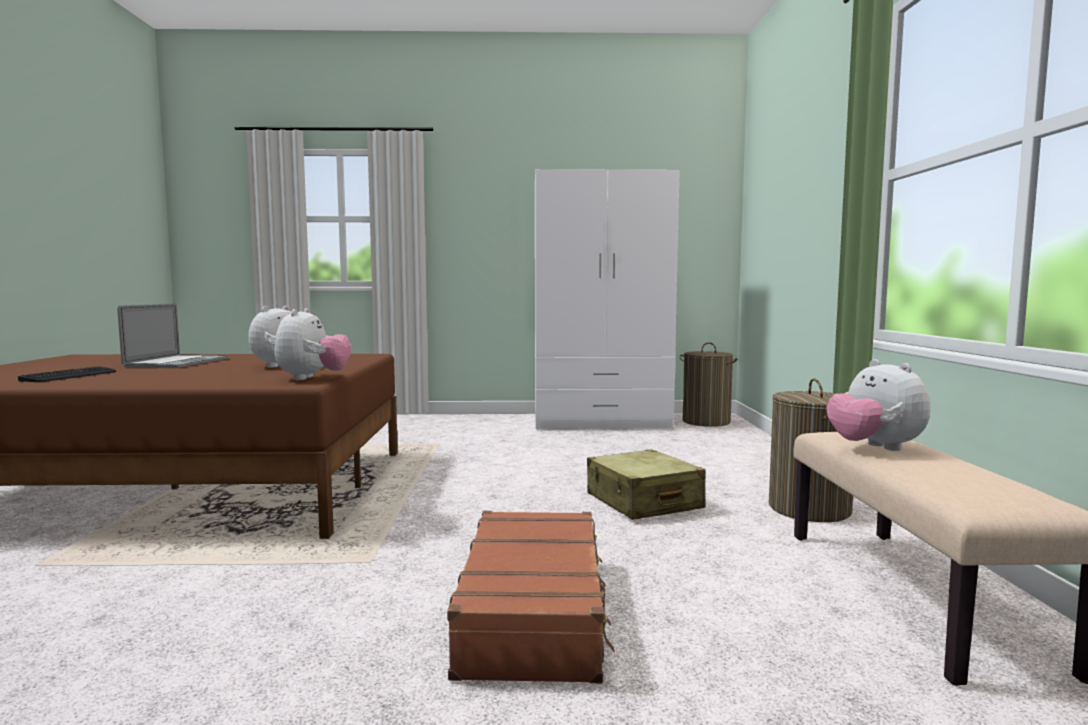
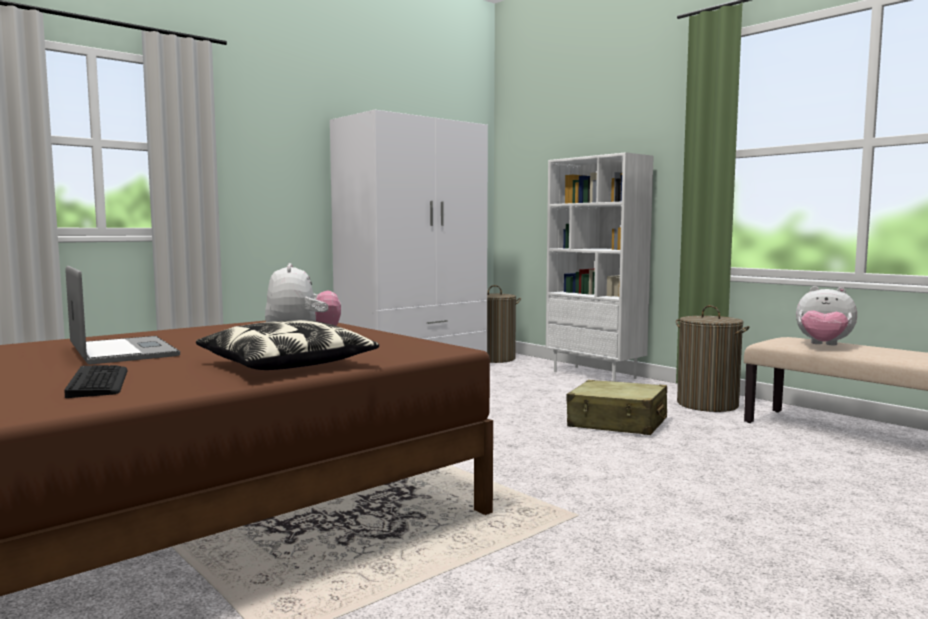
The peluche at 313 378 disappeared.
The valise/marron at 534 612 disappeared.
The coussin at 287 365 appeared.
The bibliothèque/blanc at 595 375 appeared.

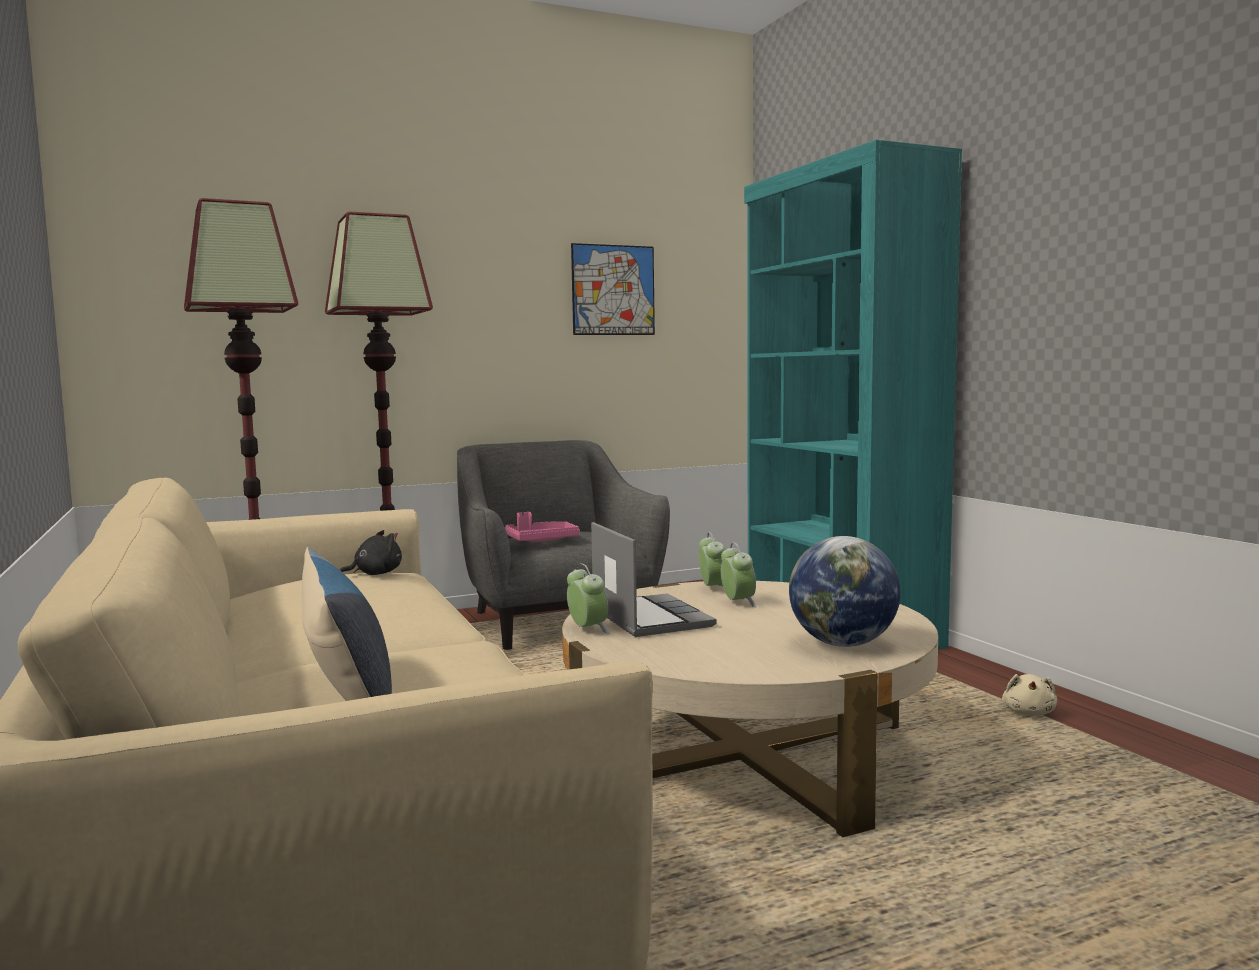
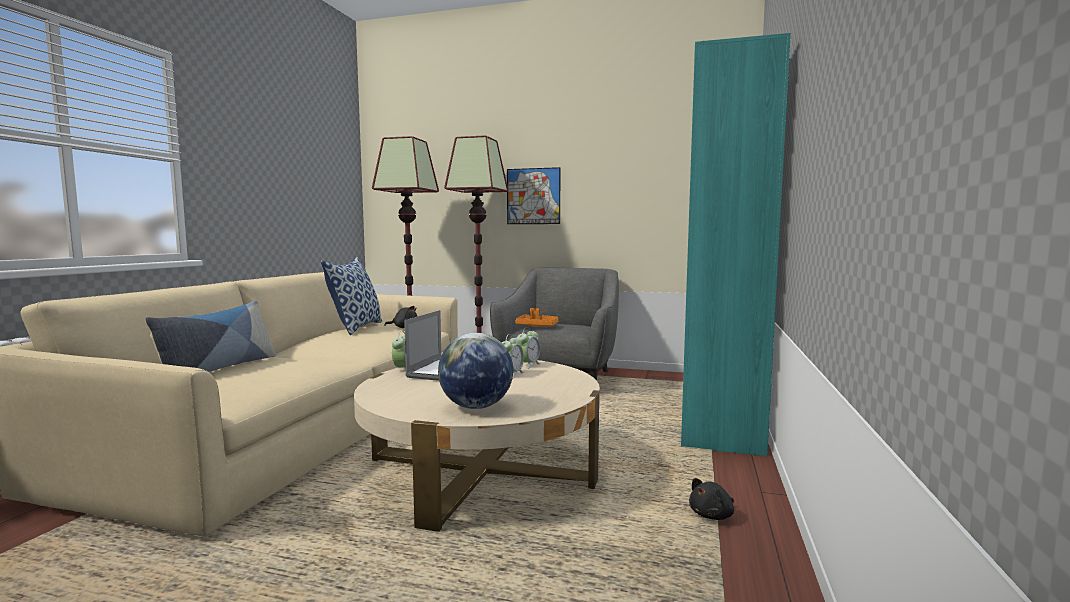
The coussin at 355 328 appeared.
The tableau moved from 613 290 to 533 196.
The plateau/rose at 541 540 became the plateau/orange at 537 326.
The peluche/beige at 1029 713 became the peluche/noir at 712 515.

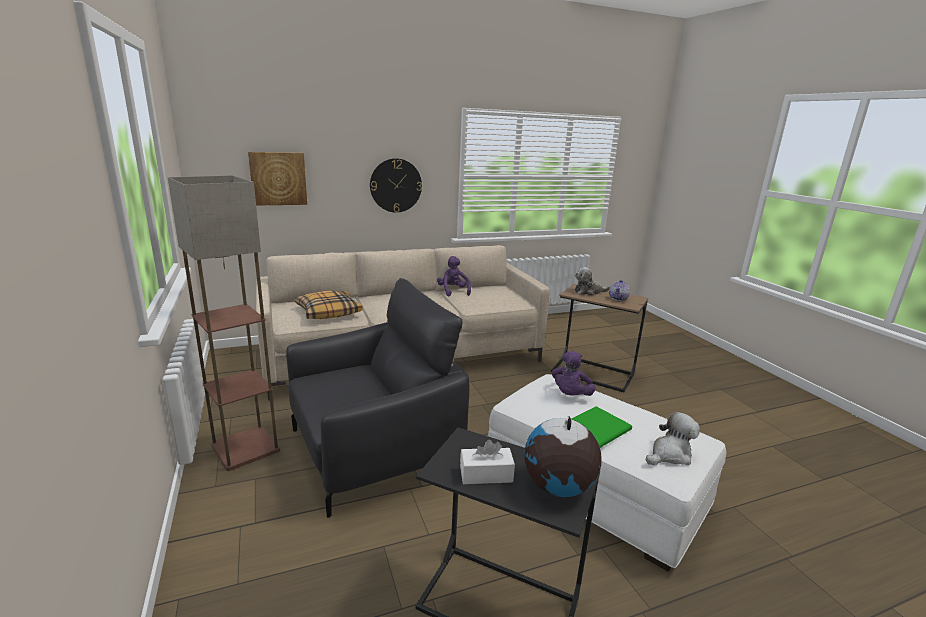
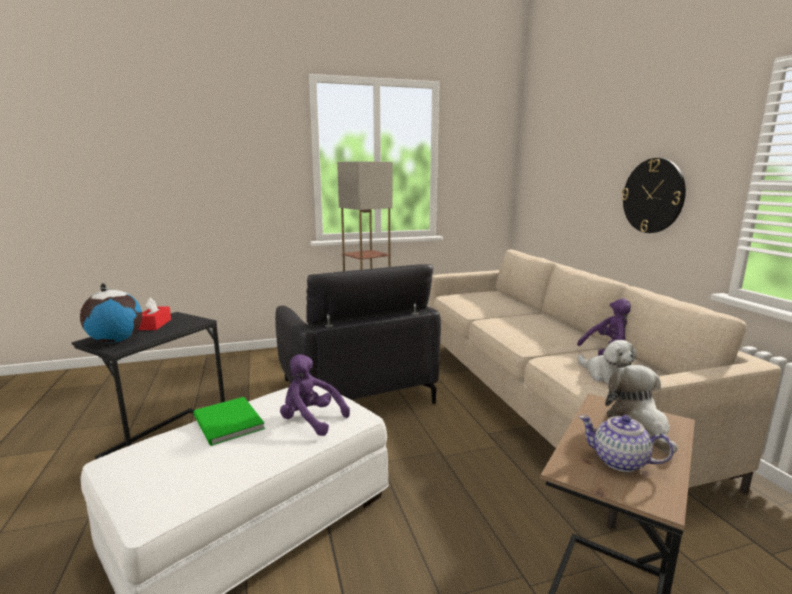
The tableau at 278 178 disappeared.
The coussin at 328 312 disappeared.
The peluche moved from 669 454 to 605 375.
The boîte à mouchoirs/blanc at 486 474 became the boîte à mouchoirs/rouge at 155 324.

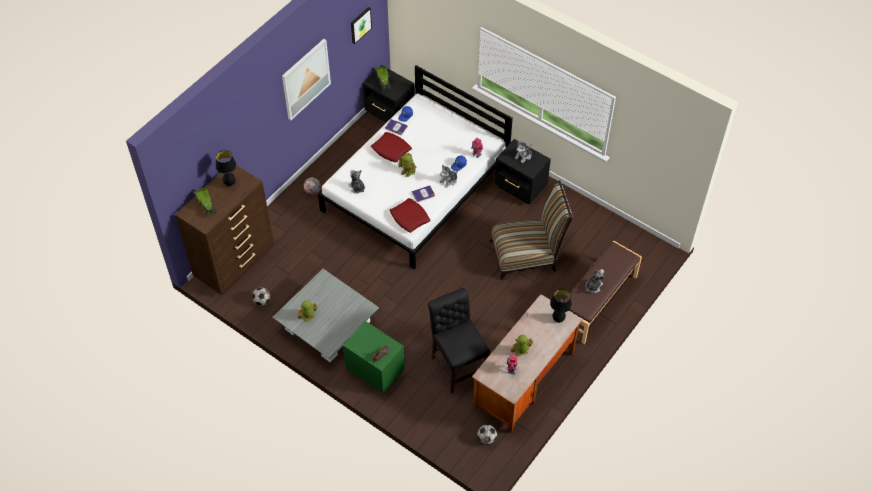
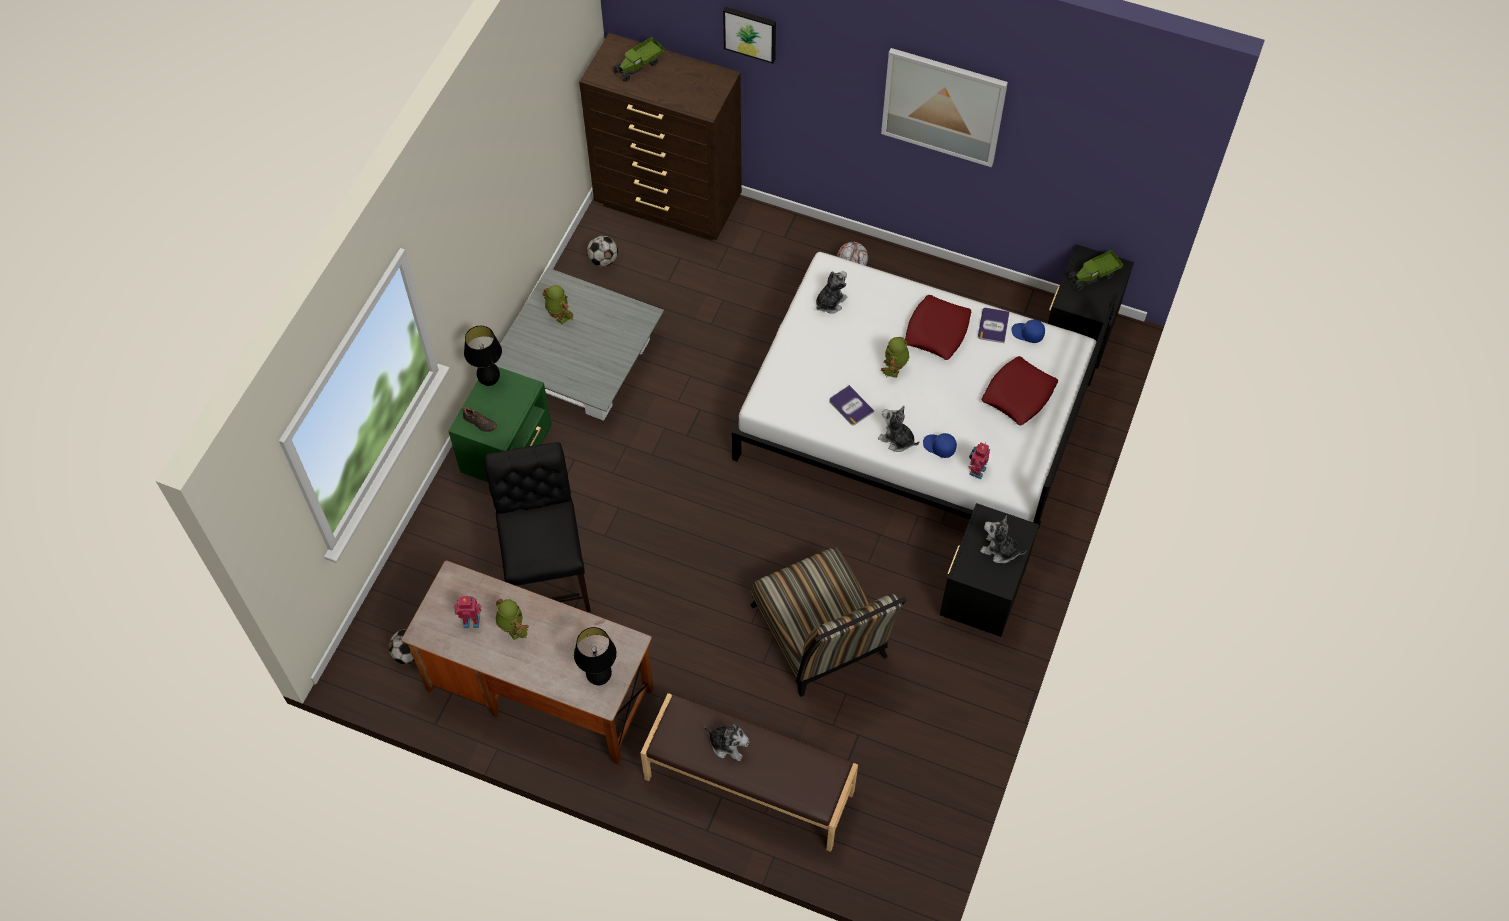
The lampe de table/noir moved from 230 184 to 490 381.
The tableau moved from 360 25 to 750 33.
The coussin/rouge moved from 410 218 to 1018 395.
The chaise/noir at 457 365 turned 60 degrees counterclockwise.

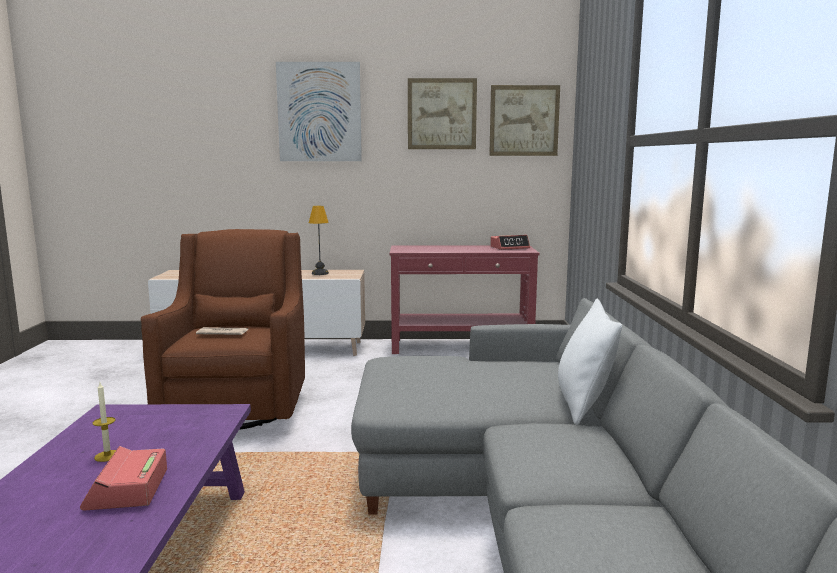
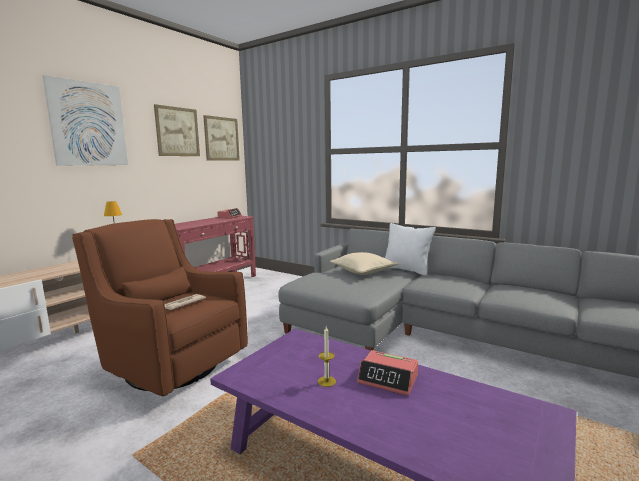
The coussin/beige at 363 271 appeared.

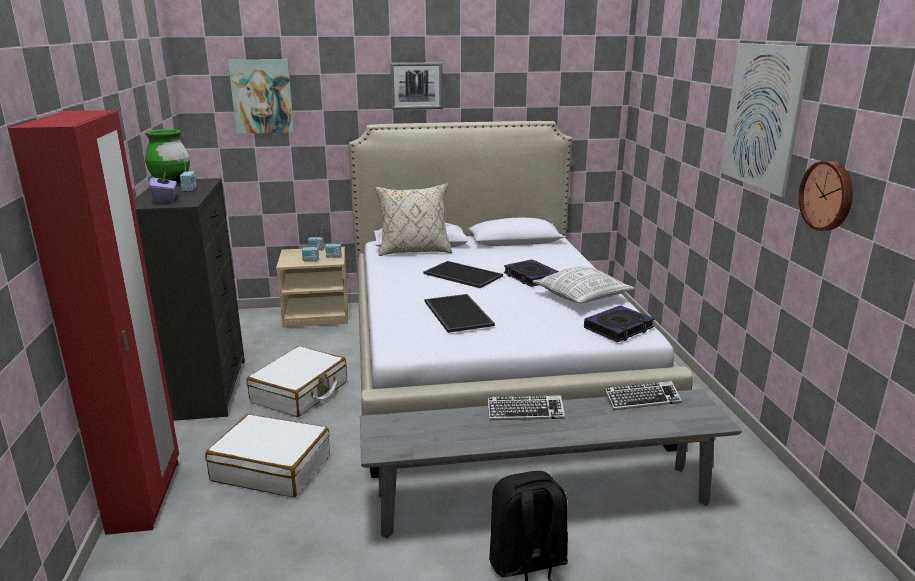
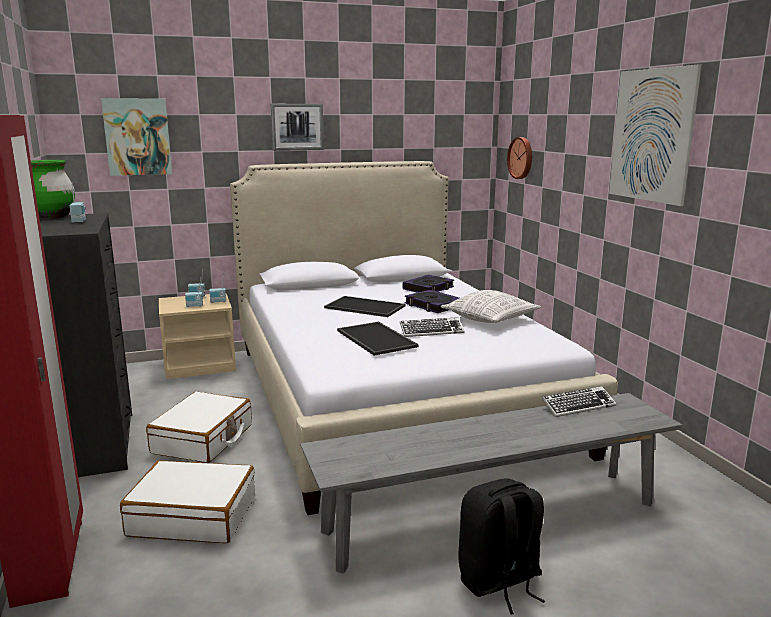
The boîte à mouchoirs/violet at 165 199 disappeared.
The coussin/beige at 414 251 disappeared.
The clavier moved from 525 412 to 431 331.
The livre moved from 619 328 to 428 288.
The horloge murale moved from 828 195 to 521 158.

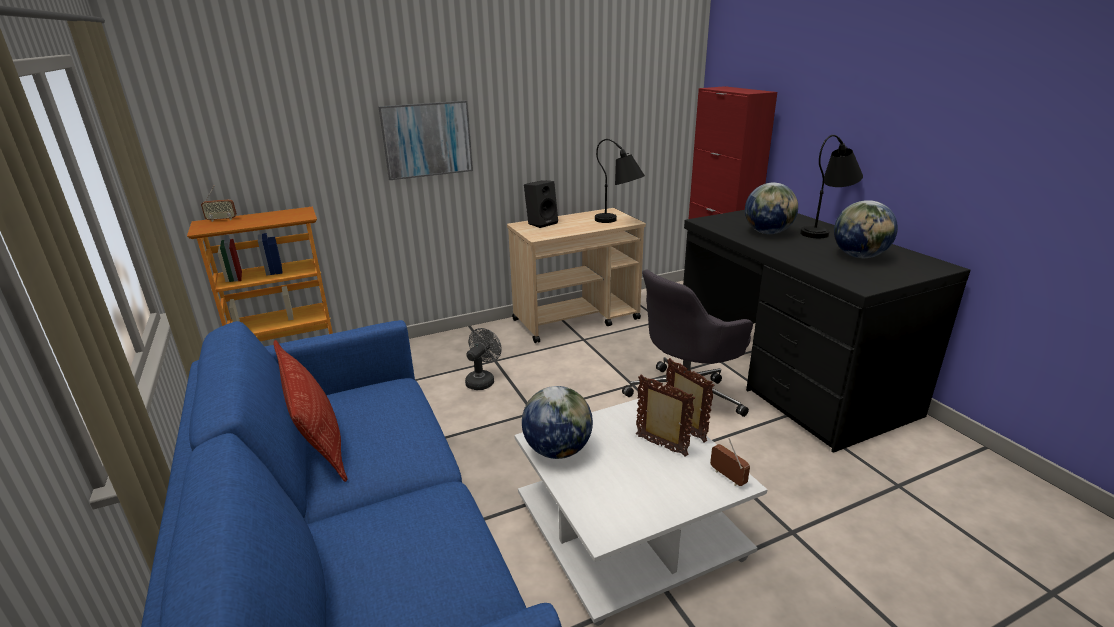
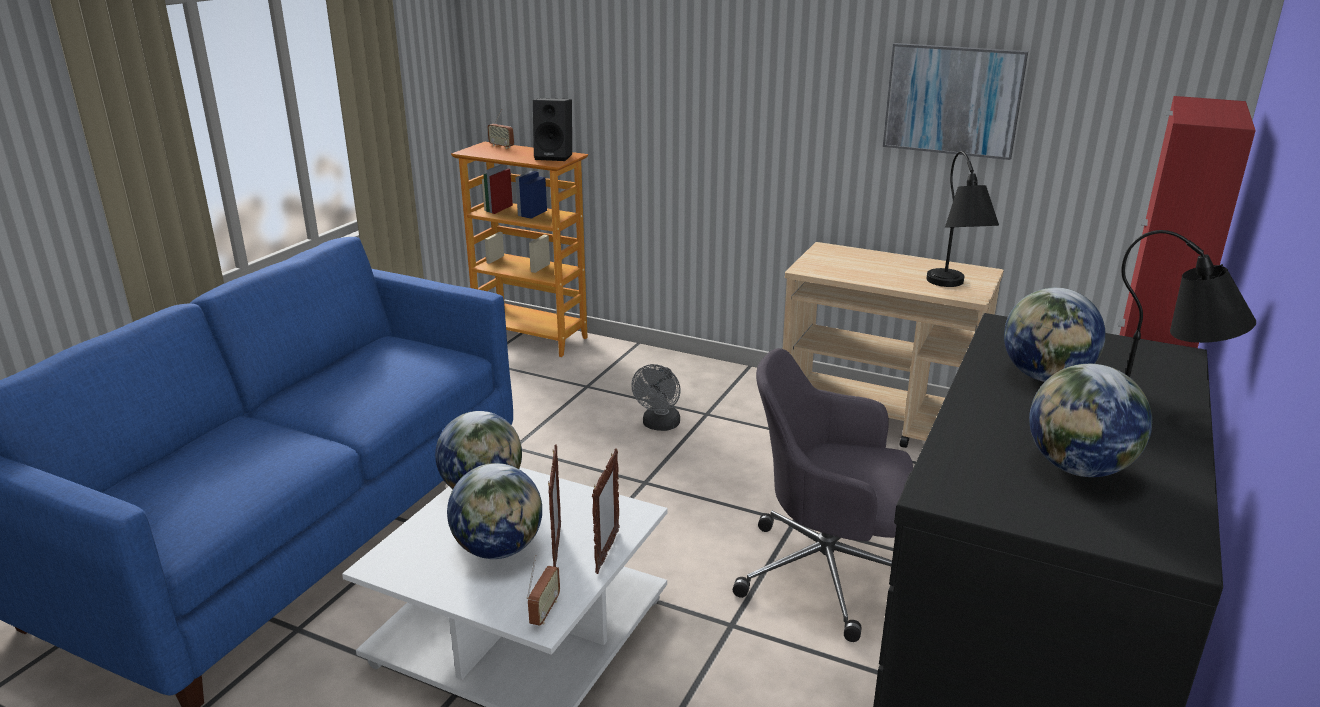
The coussin at 318 439 disappeared.
The globe at 499 549 appeared.
The tableau moved from 427 139 to 953 100.
The enceinte/noir moved from 541 223 to 555 156.
The ventilateur/gris at 482 380 turned 120 degrees clockwise.

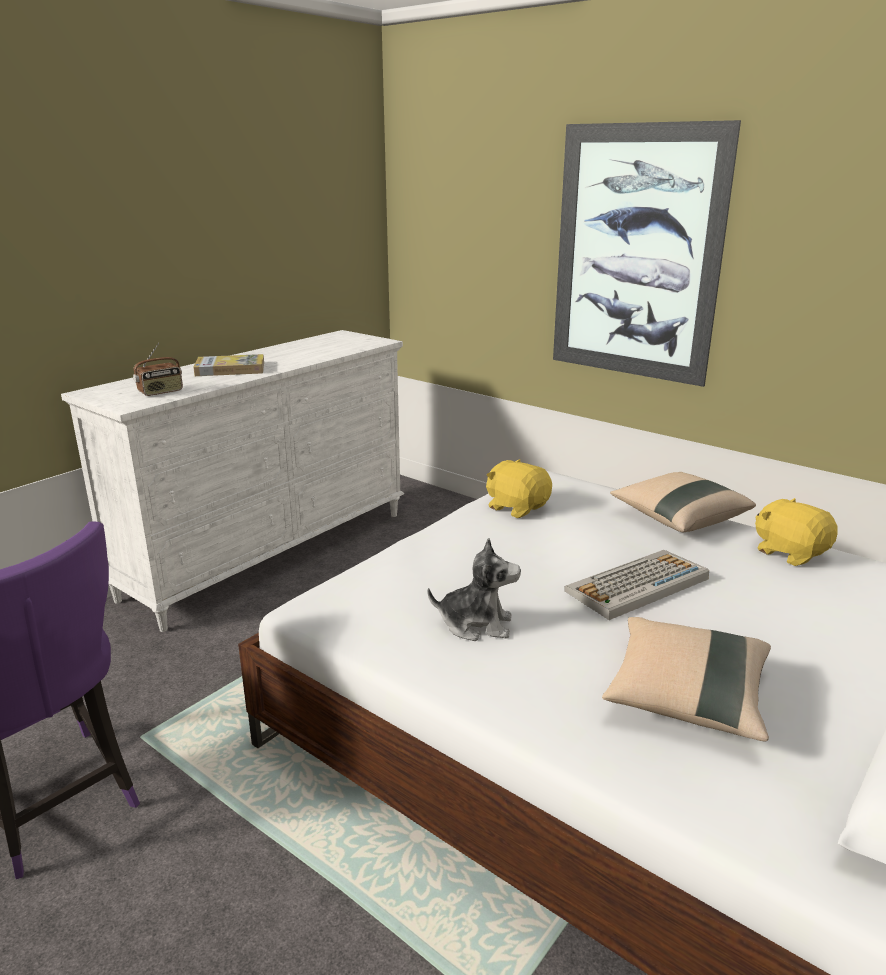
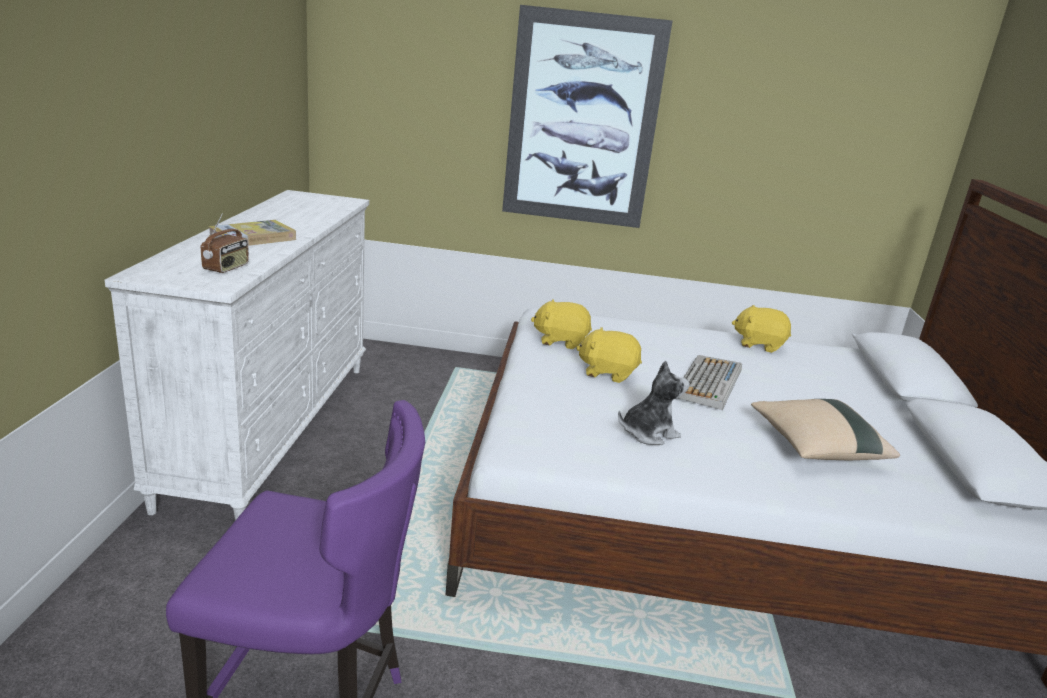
The coussin/beige at 678 518 disappeared.
The peluche/jaune at 607 372 appeared.

